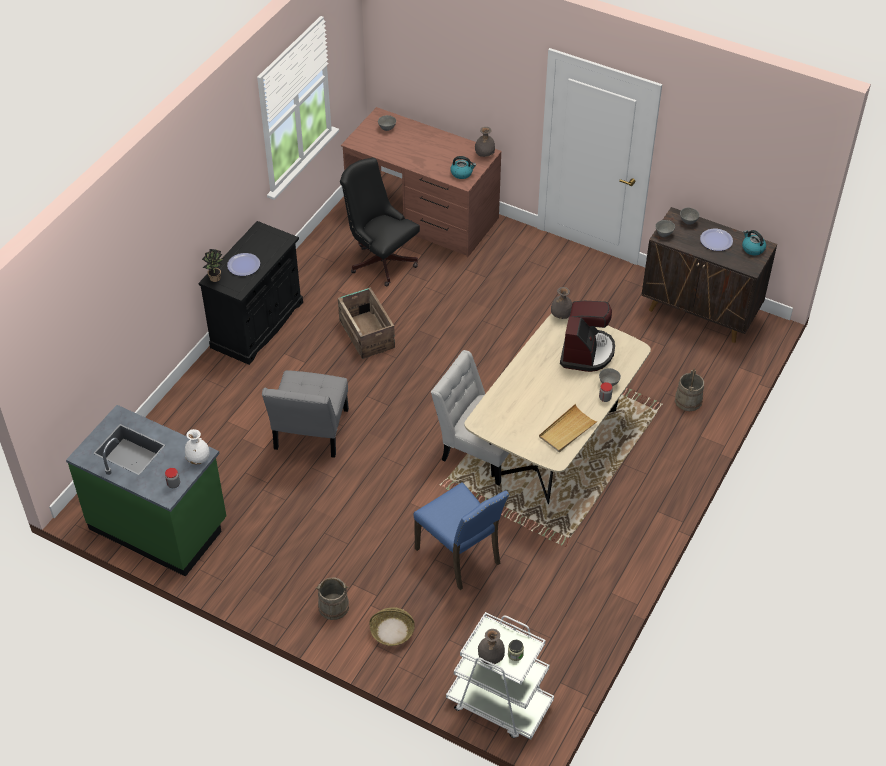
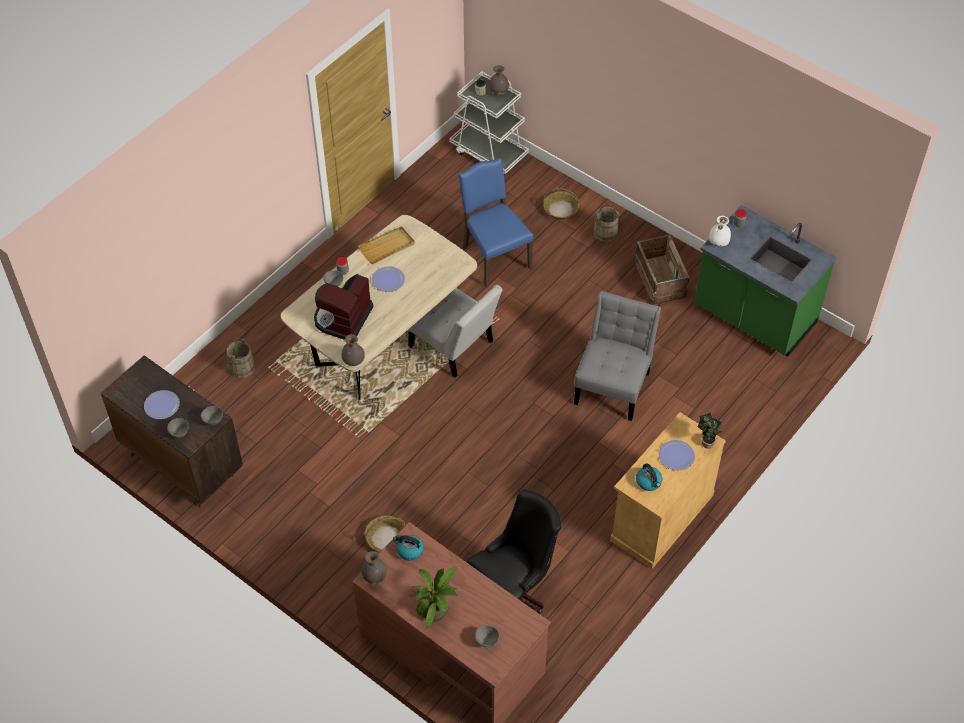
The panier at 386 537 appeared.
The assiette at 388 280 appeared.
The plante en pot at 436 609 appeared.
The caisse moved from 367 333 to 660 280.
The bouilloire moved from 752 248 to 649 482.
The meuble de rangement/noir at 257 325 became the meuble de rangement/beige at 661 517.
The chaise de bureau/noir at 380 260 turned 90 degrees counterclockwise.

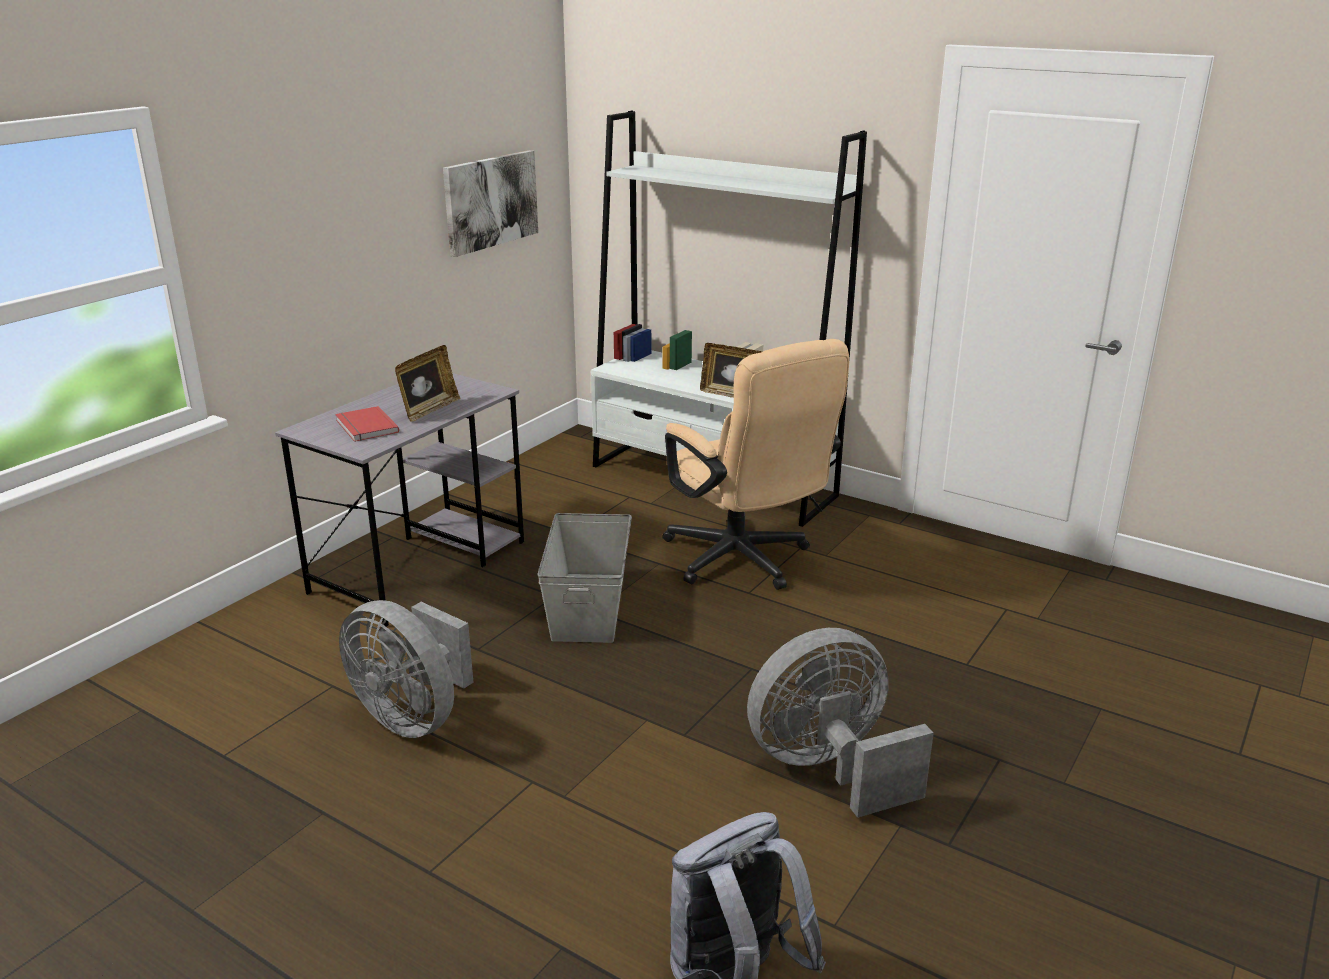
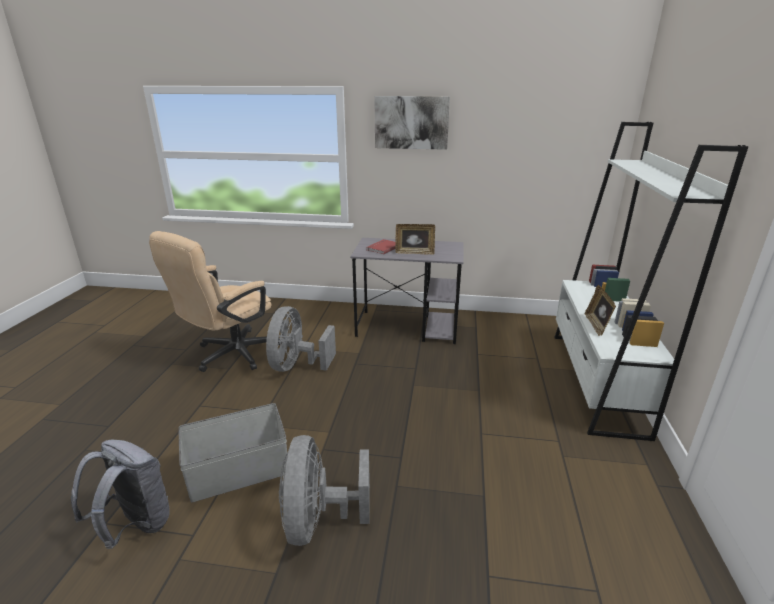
The tableau moved from 490 201 to 411 122.
The boîte de rangement/gris moved from 590 606 to 239 472.
The chaise de bureau/beige moved from 744 562 to 230 355.
The ventilateur/gris at 828 768 turned 135 degrees counterclockwise.

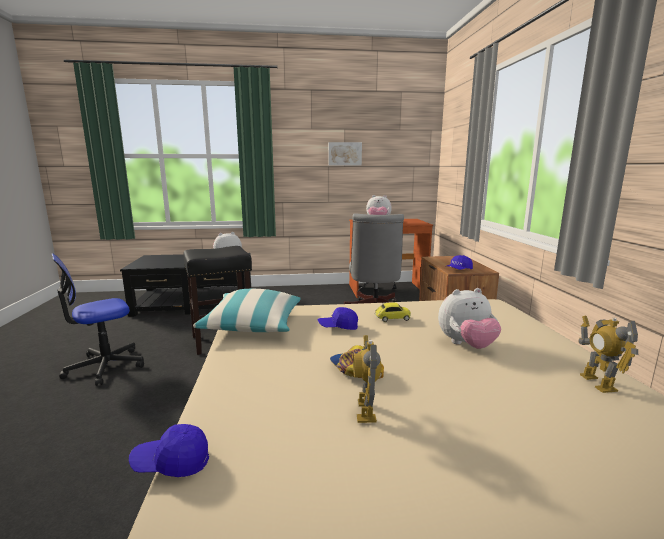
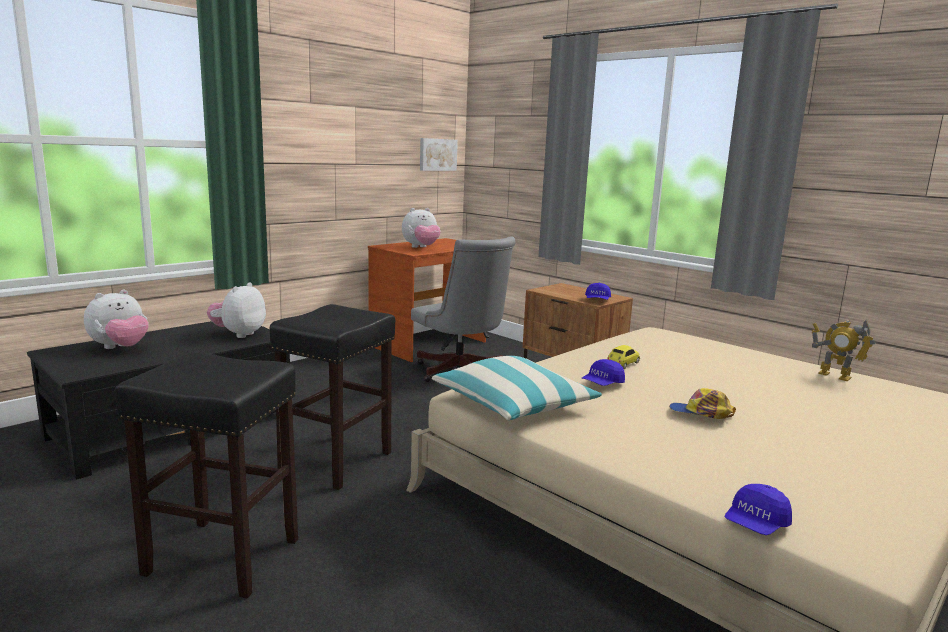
The robot jouet at 366 411 disappeared.
The tableau moved from 344 154 to 437 154.
The peluche moved from 466 345 to 120 348.
The chaise de bureau at 105 366 was replaced by the tabouret/noir at 220 557.

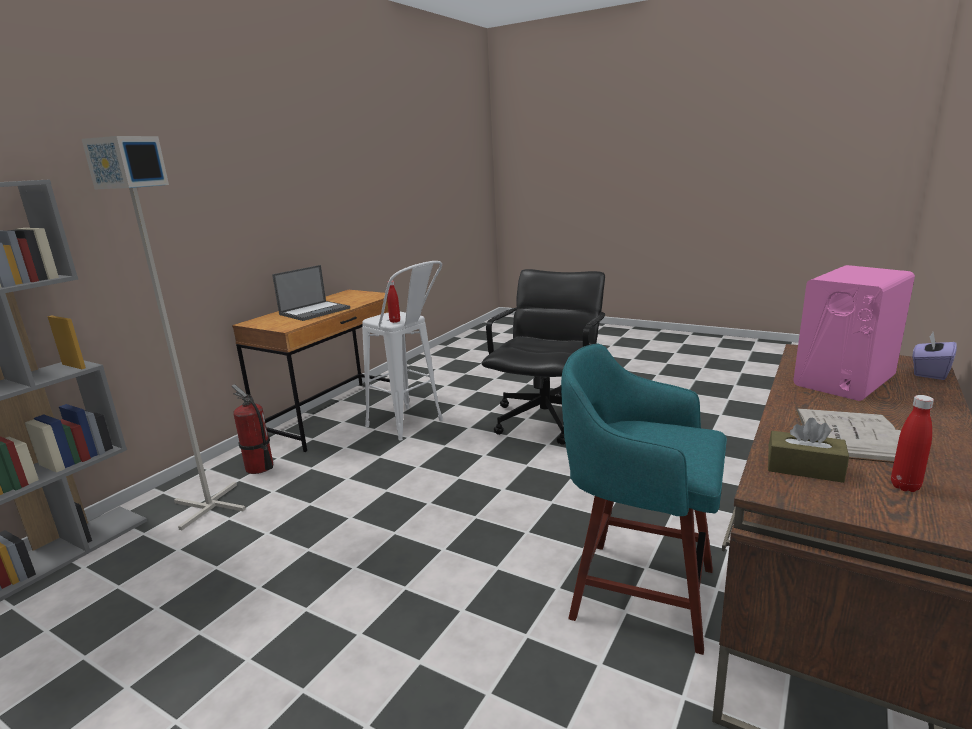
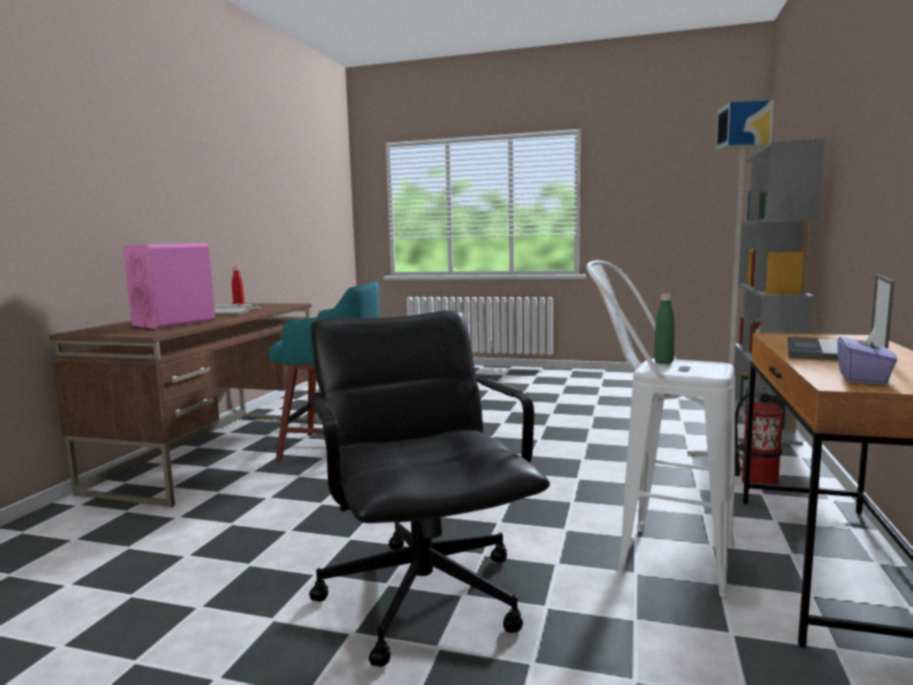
The boîte à mouchoirs/marron at 804 468 disappeared.
The boîte à mouchoirs/violet moved from 929 372 to 863 378.
The bouteille/rouge at 395 321 became the bouteille/vert at 663 362.
The chaise de bureau/noir at 546 420 turned 150 degrees clockwise.

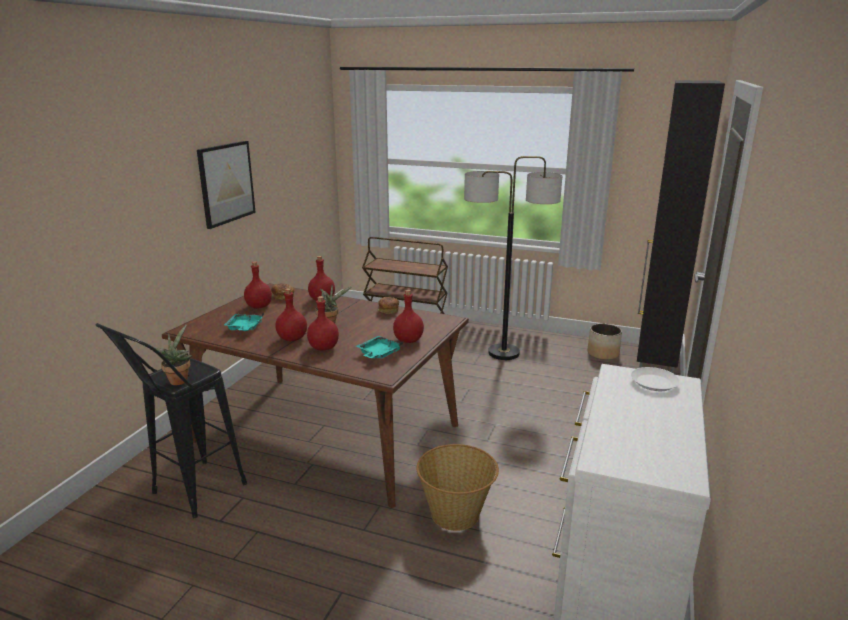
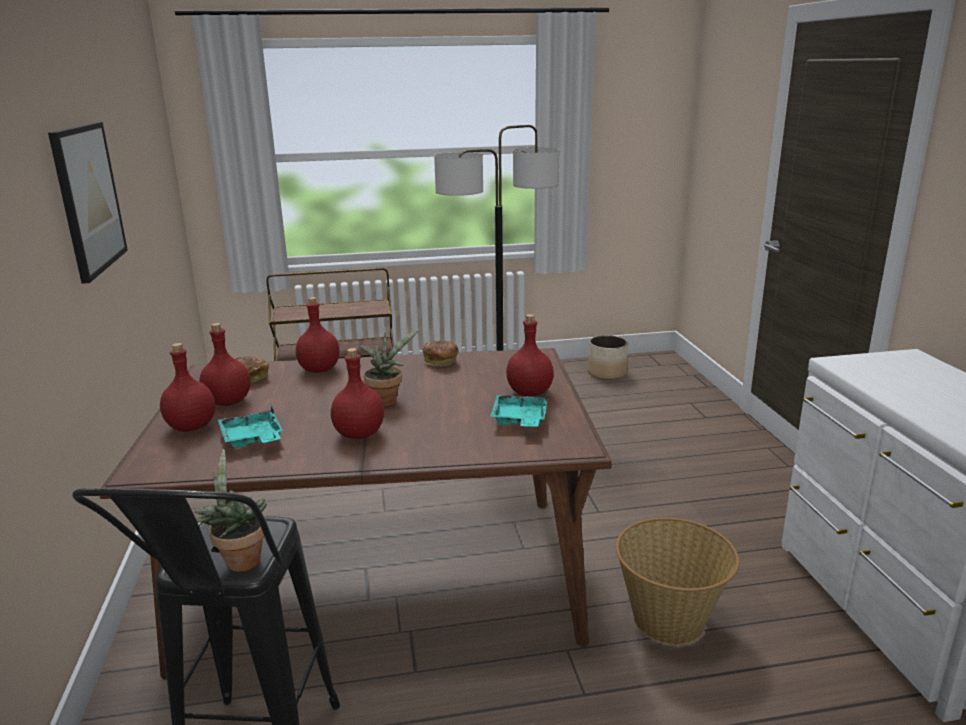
The assiette/blanc at 653 383 disappeared.
The meuble de rangement/noir at 654 364 disappeared.
The bouteille/rouge moved from 323 348 to 191 427.

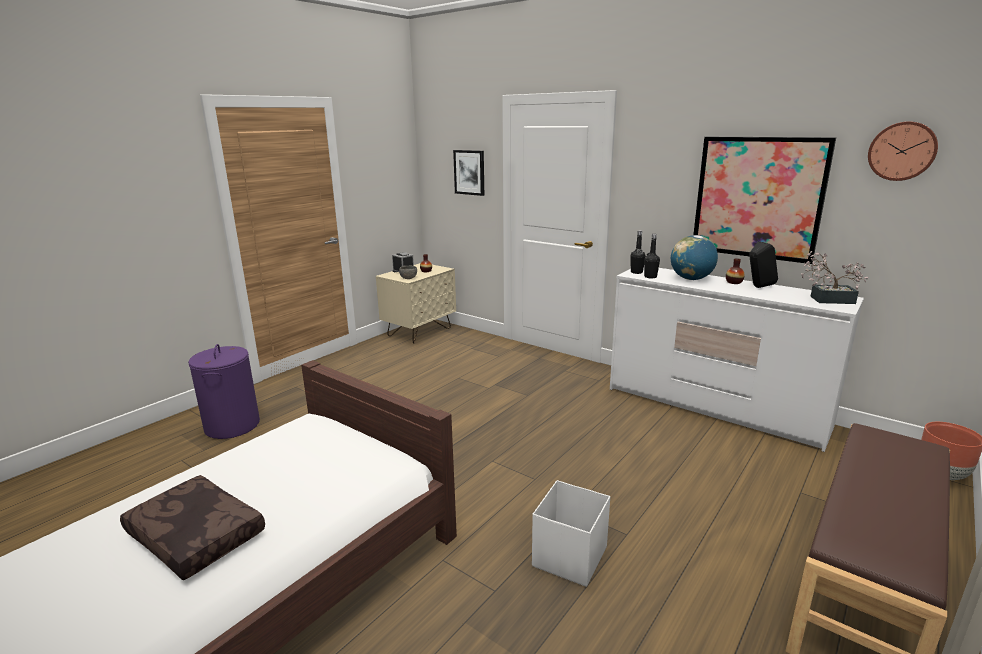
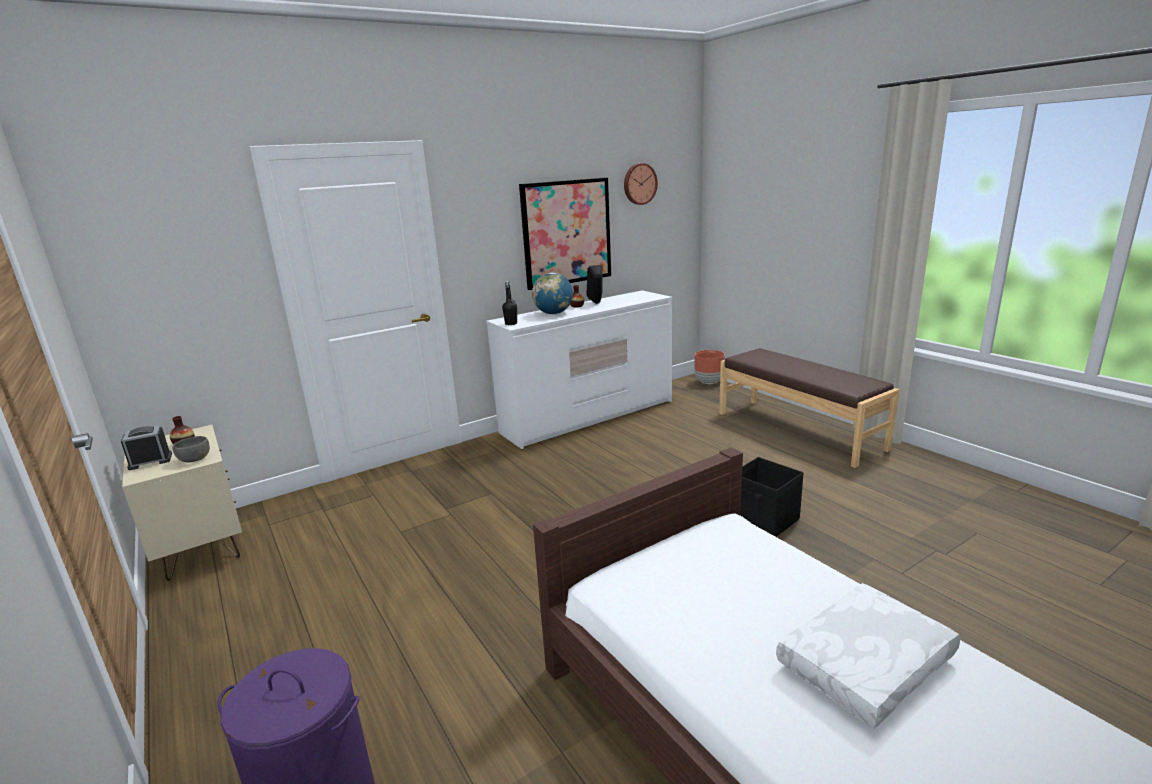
The tableau at 469 172 disappeared.
The bouteille/noir at 650 277 disappeared.
The plante en pot at 827 299 disappeared.
The coussin/marron at 193 537 became the coussin/blanc at 866 666.
The boîte de rangement/blanc at 569 557 became the boîte de rangement/noir at 764 520.

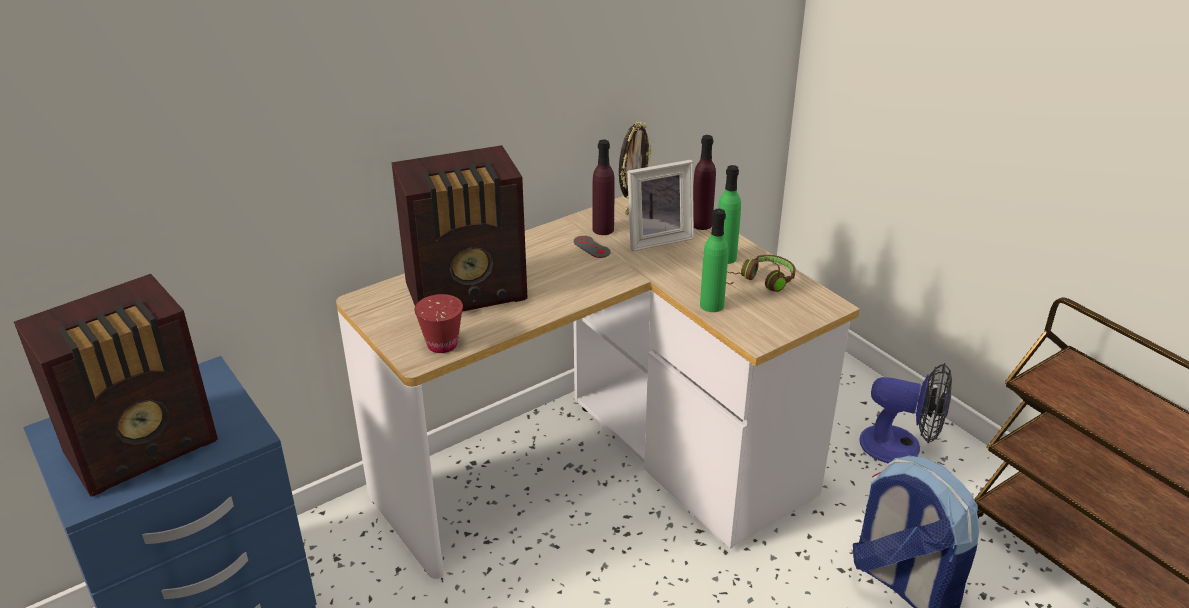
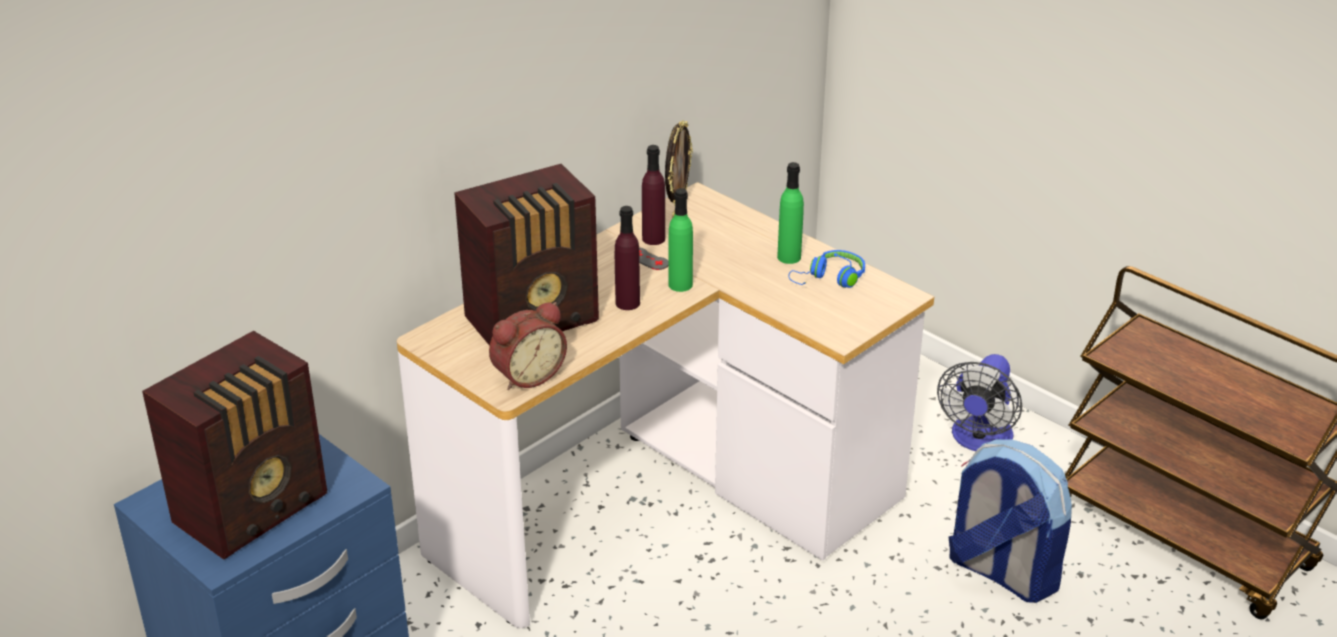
The cadre photo at 657 238 disappeared.
The bouteille/violet moved from 701 224 to 627 303.
The bouteille/vert moved from 712 305 to 680 285.
The tasse/rouge at 442 344 was replaced by the réveil at 527 375.
The casque audio/marron at 760 282 became the casque audio/bleu at 830 279.
The ventilateur at 901 447 turned 105 degrees clockwise.

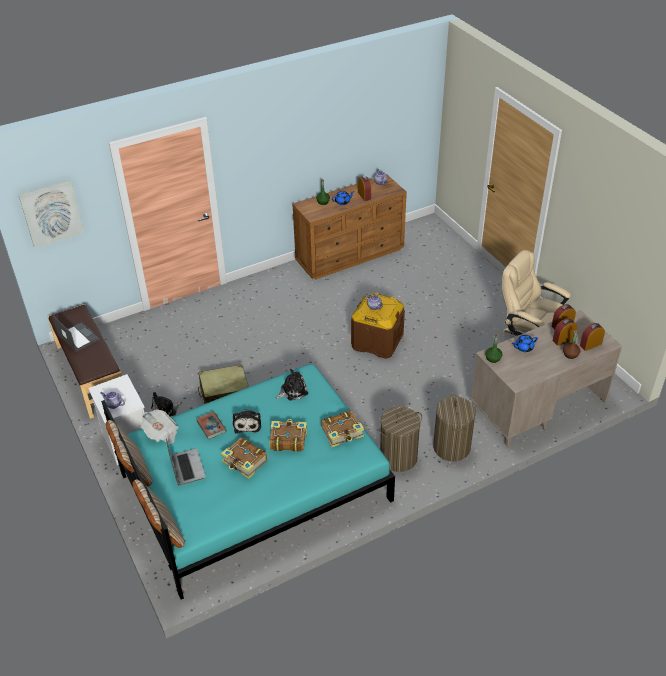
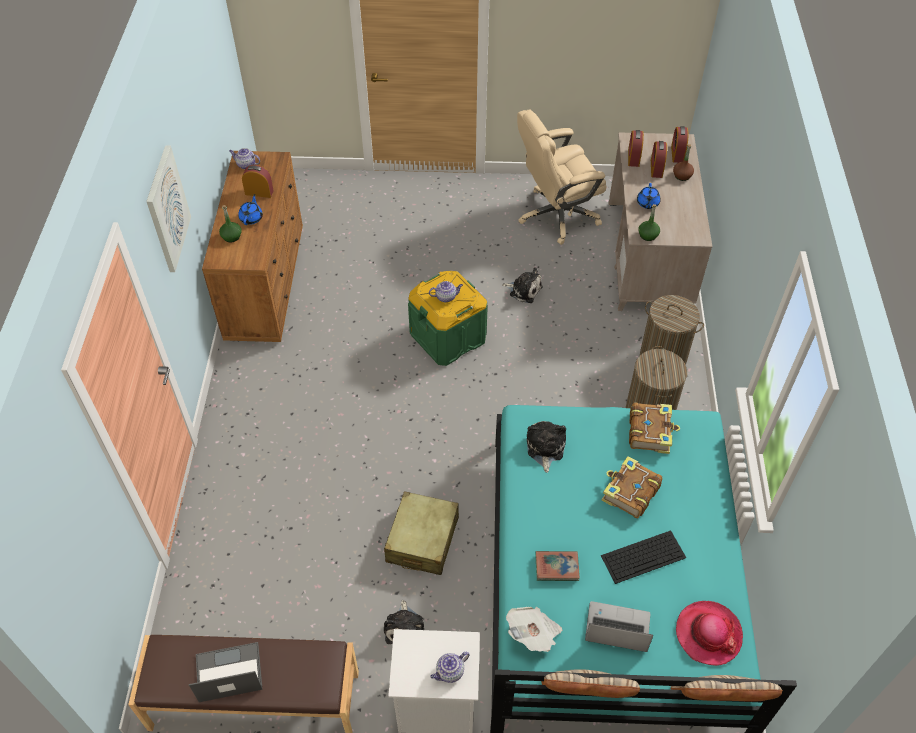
The chapeau at 708 634 appeared.
The tableau moved from 51 213 to 167 209.
The peluche moved from 247 423 to 524 290.
The livre at 245 462 was replaced by the clavier at 644 556.
The boîte de rangement/marron at 377 341 became the boîte de rangement/vert at 448 336.

